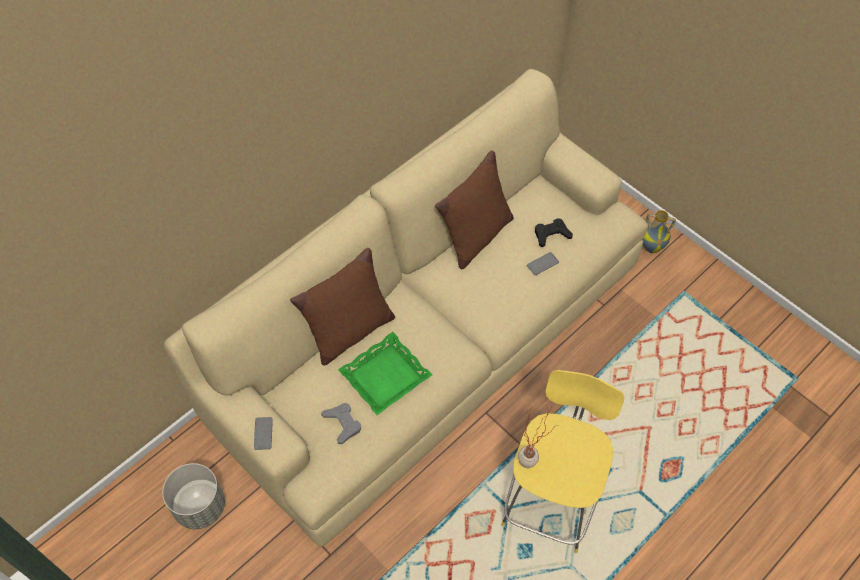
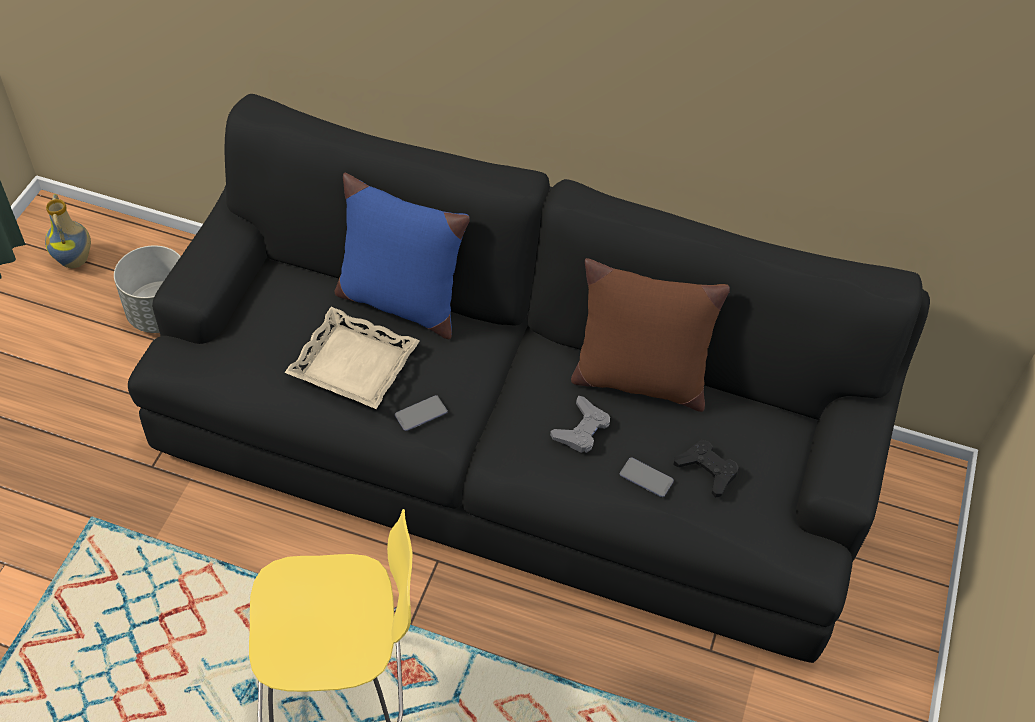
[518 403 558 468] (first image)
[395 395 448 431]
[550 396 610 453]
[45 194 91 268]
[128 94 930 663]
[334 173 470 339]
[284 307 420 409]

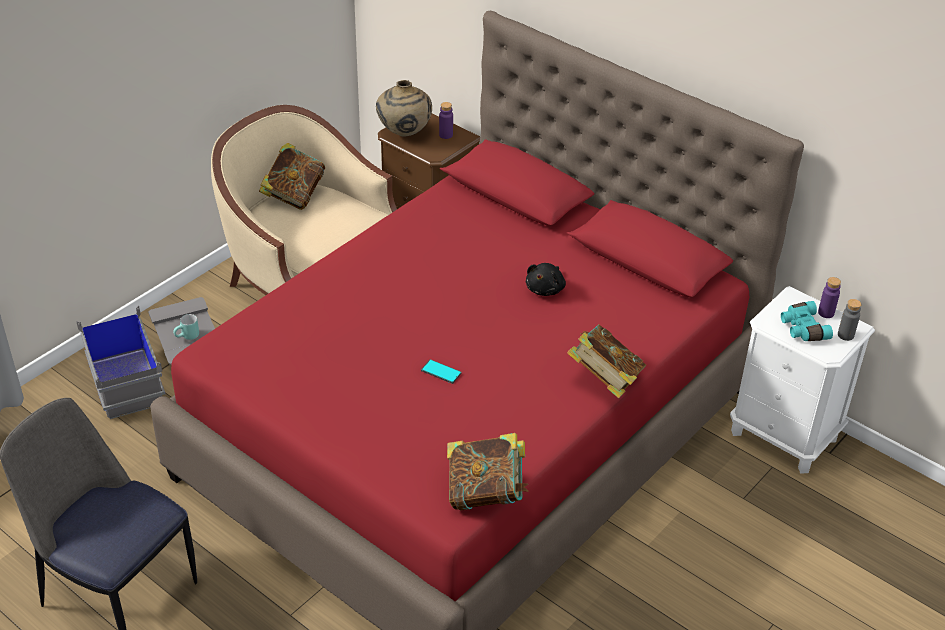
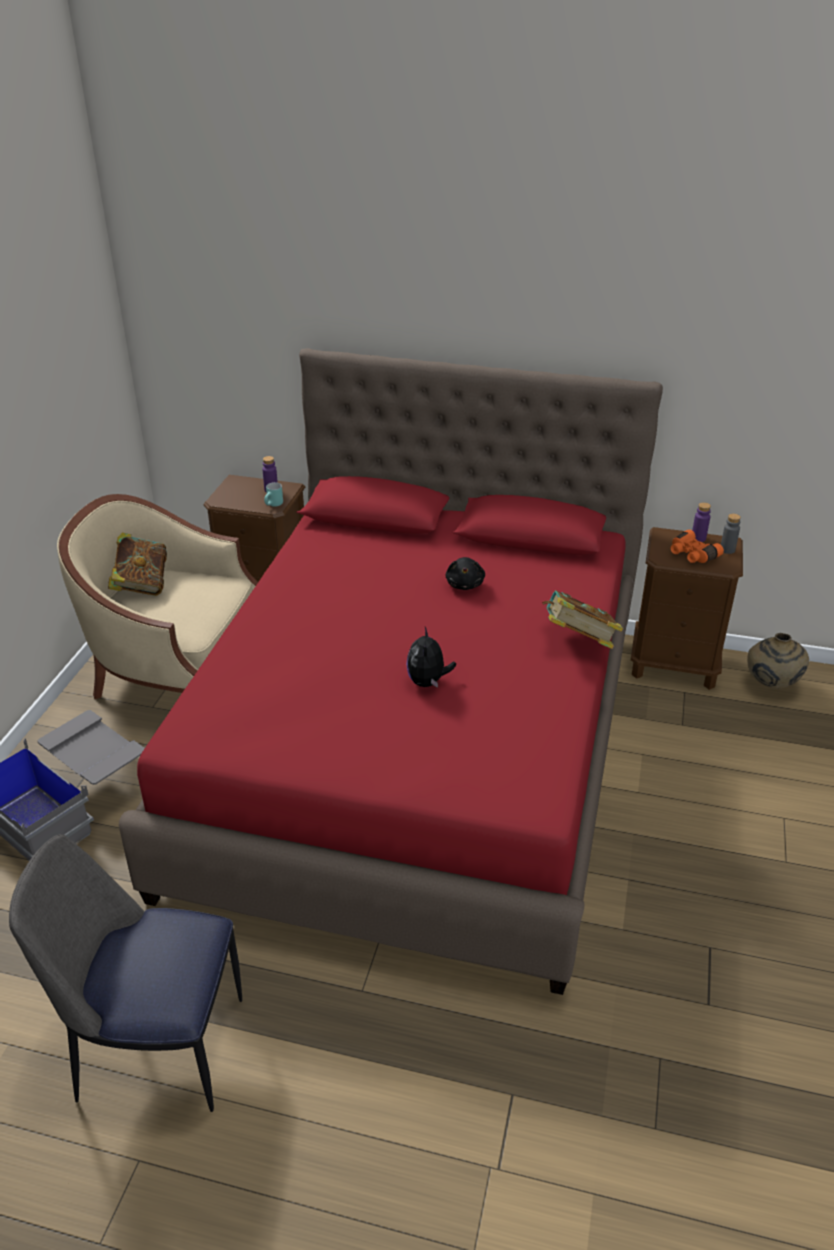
[447 433 529 510] (first image)
[264 482 283 507]
[747 633 809 689]
[406 627 456 688]
[631 527 743 690]
[671 530 724 563]

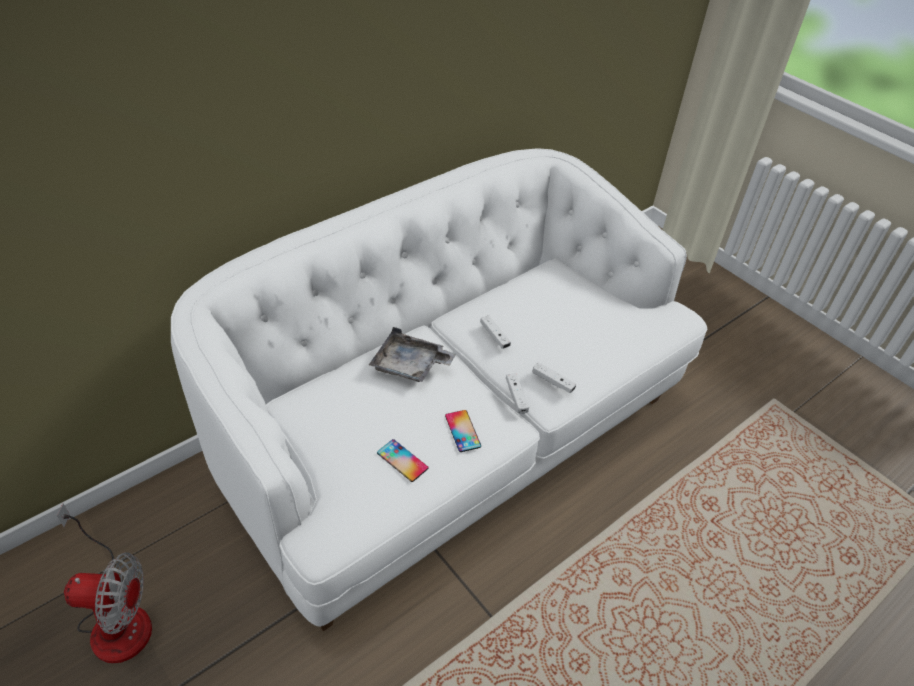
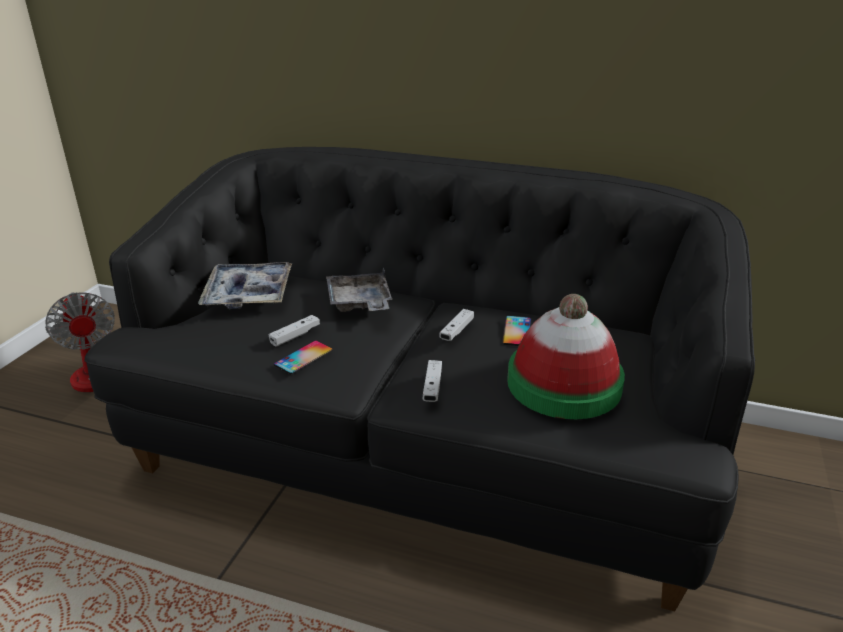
[198 262 292 309]
[507 294 625 419]
[502 316 531 346]
[269 315 320 346]
[85 147 755 611]

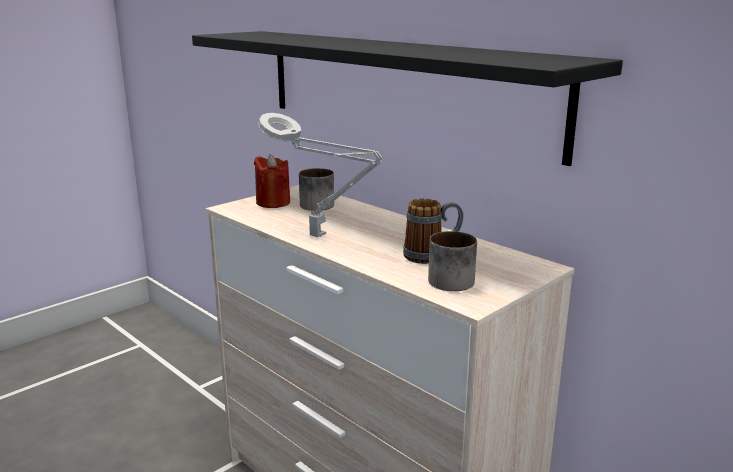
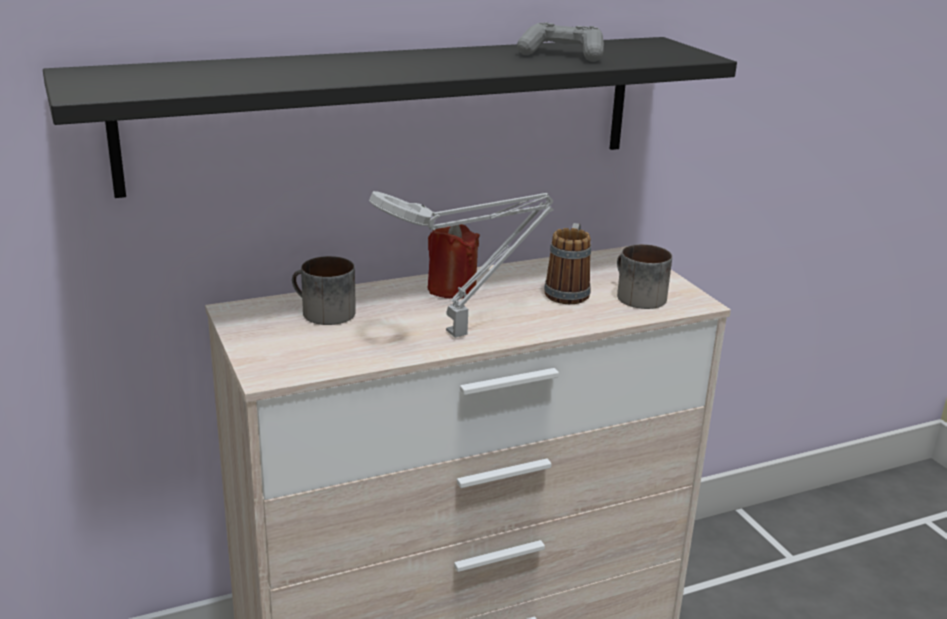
[517 22 604 62]
[427 224 480 299]

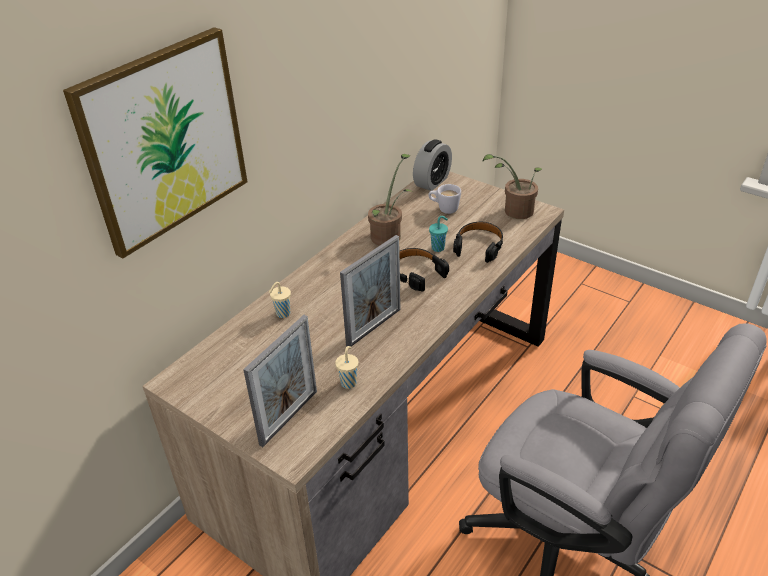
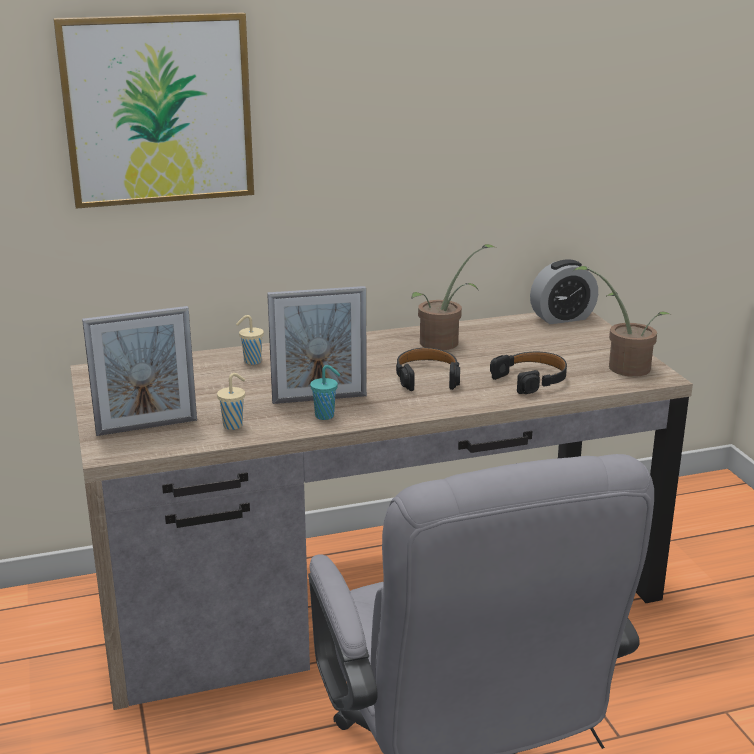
[428 184 461 214] (first image)
[310 365 340 420]

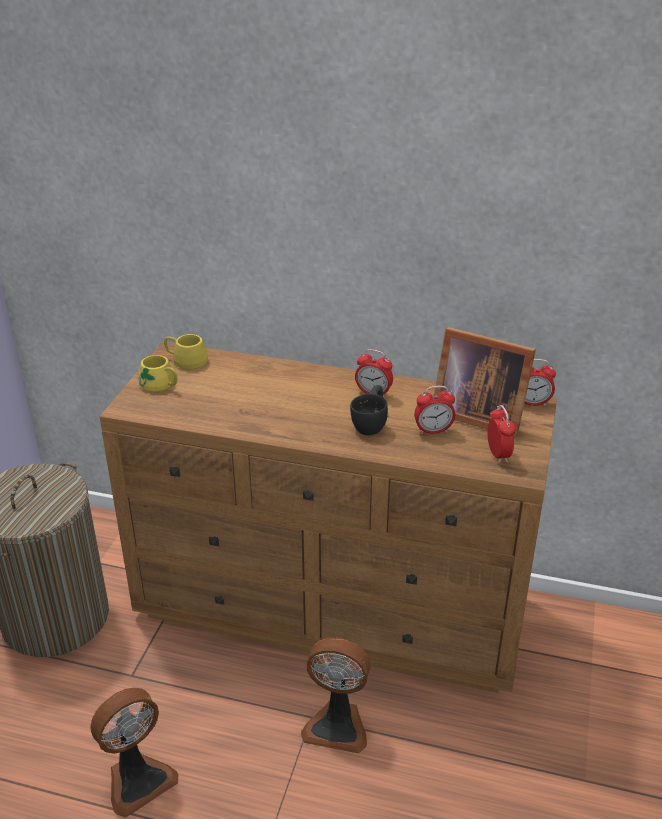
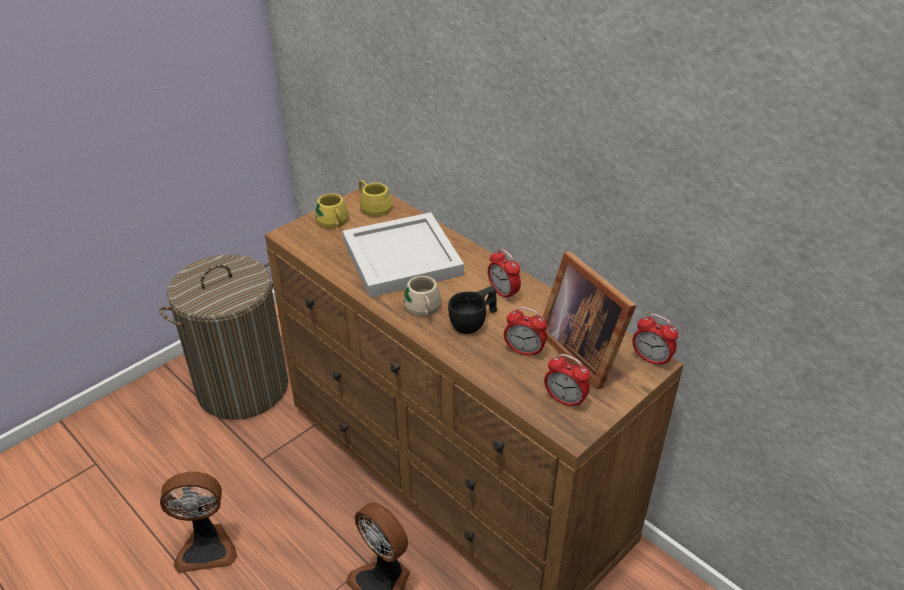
[342 212 464 297]
[399 276 442 319]
[544 354 590 409]

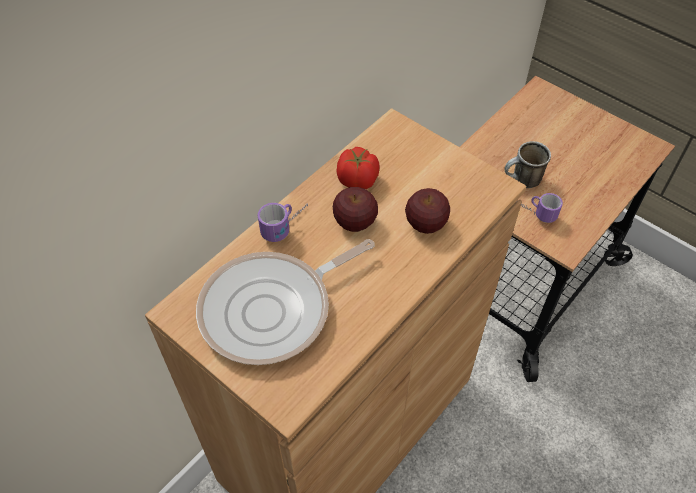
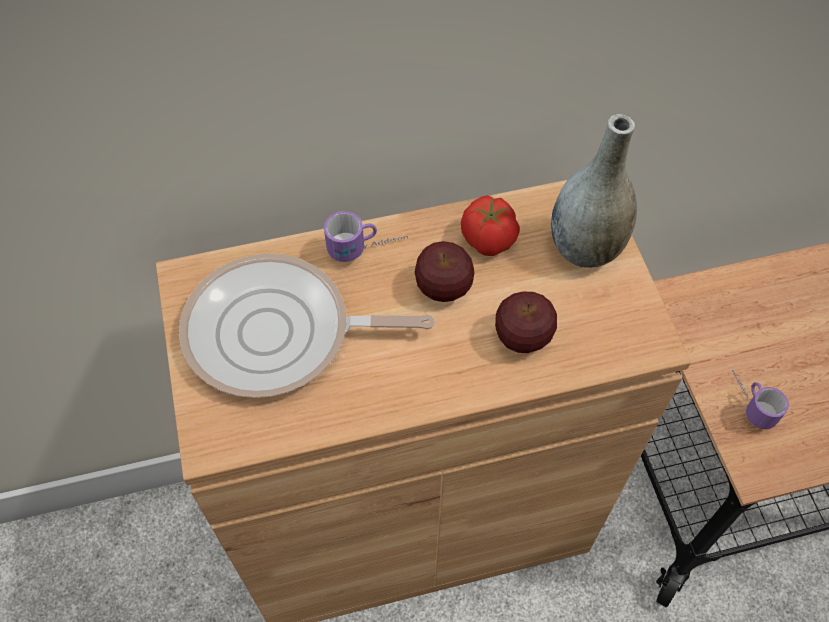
[505 141 551 188] (first image)
[551 114 637 268]

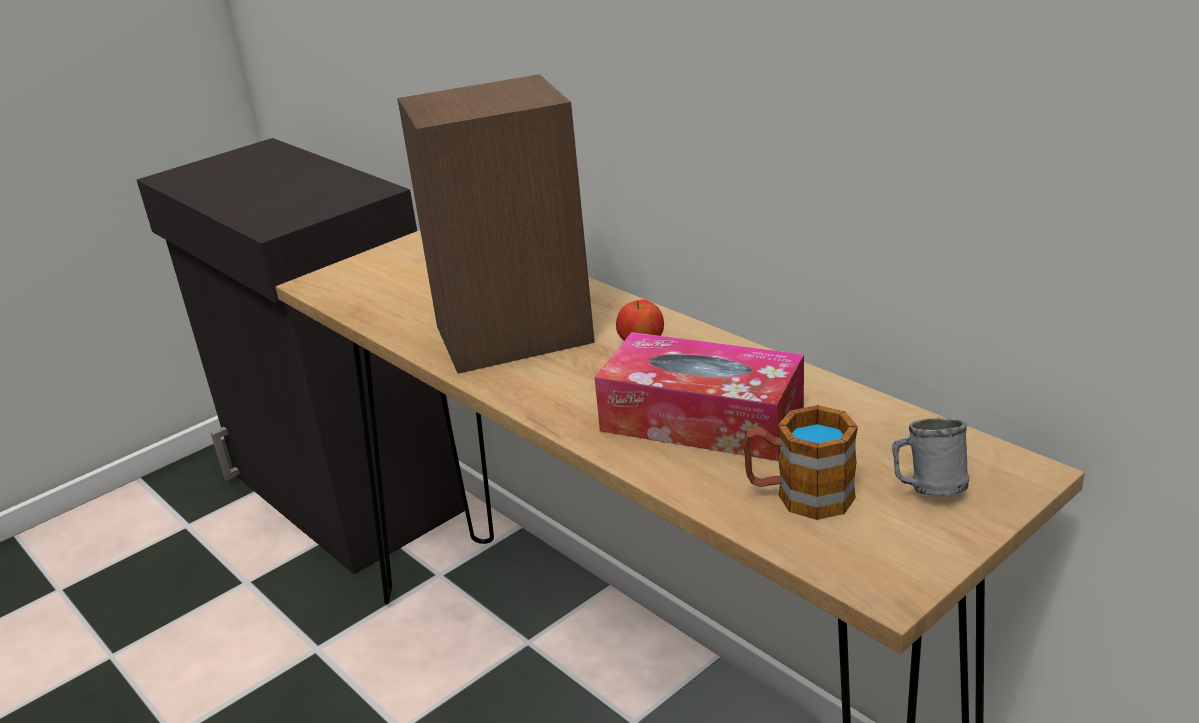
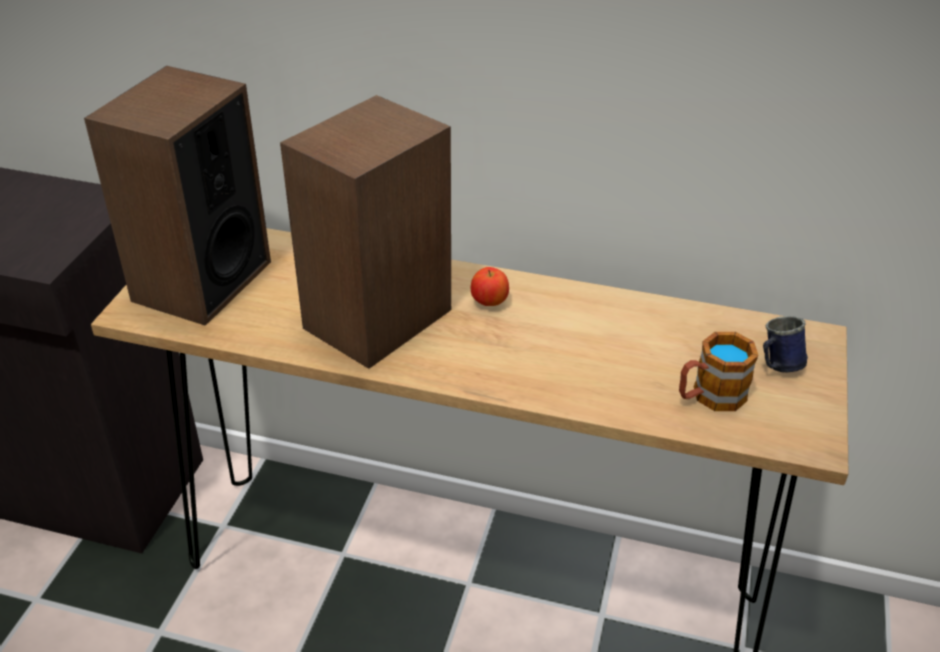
[594 332 804 461] (first image)
[84 66 271 326]
[763 316 808 373]

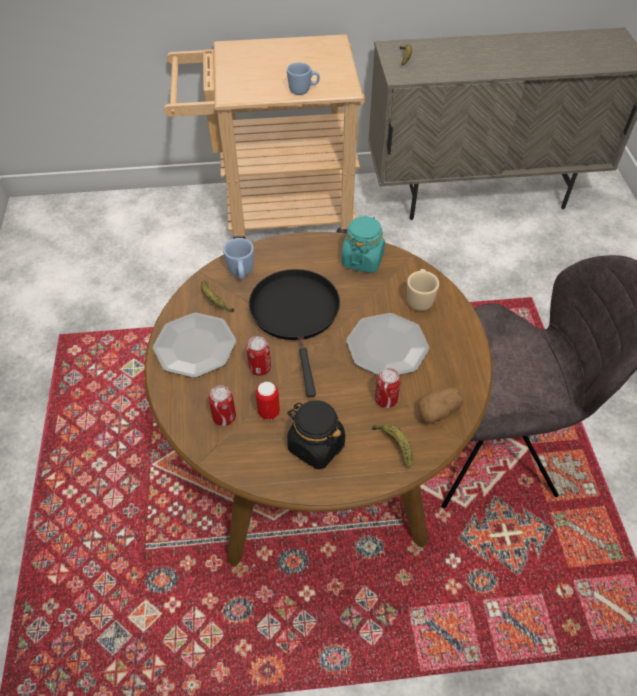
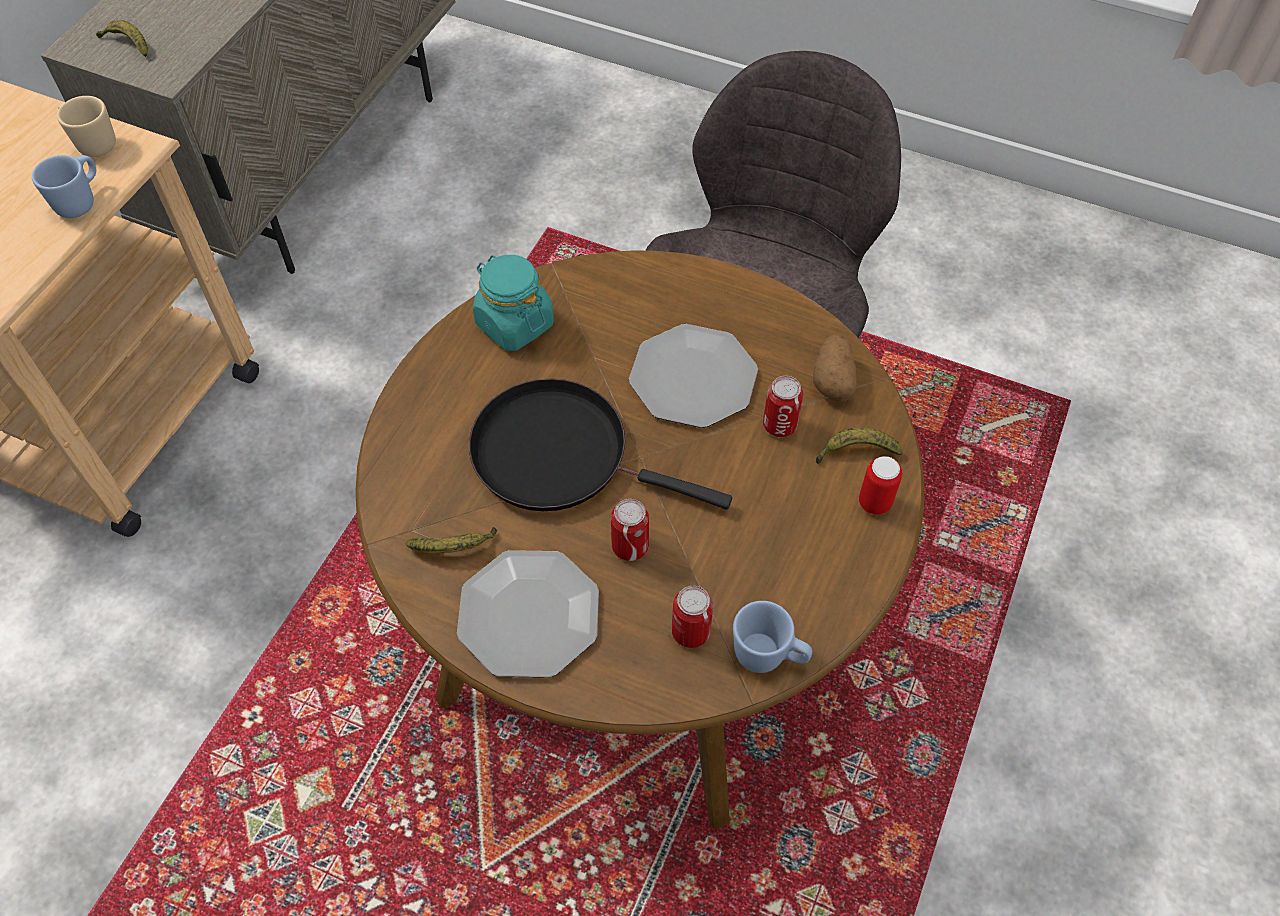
[287 400 345 469] (first image)
[733 601 812 673]
[859 456 902 515]
[57 96 116 157]

